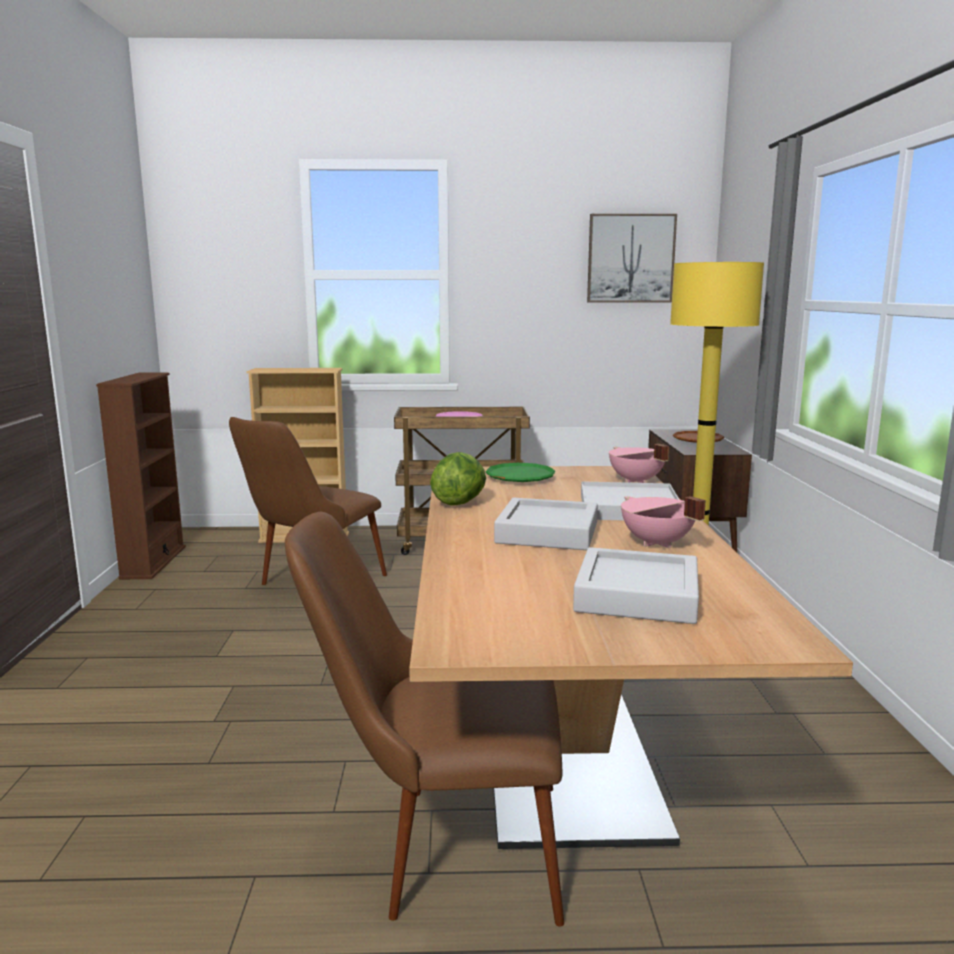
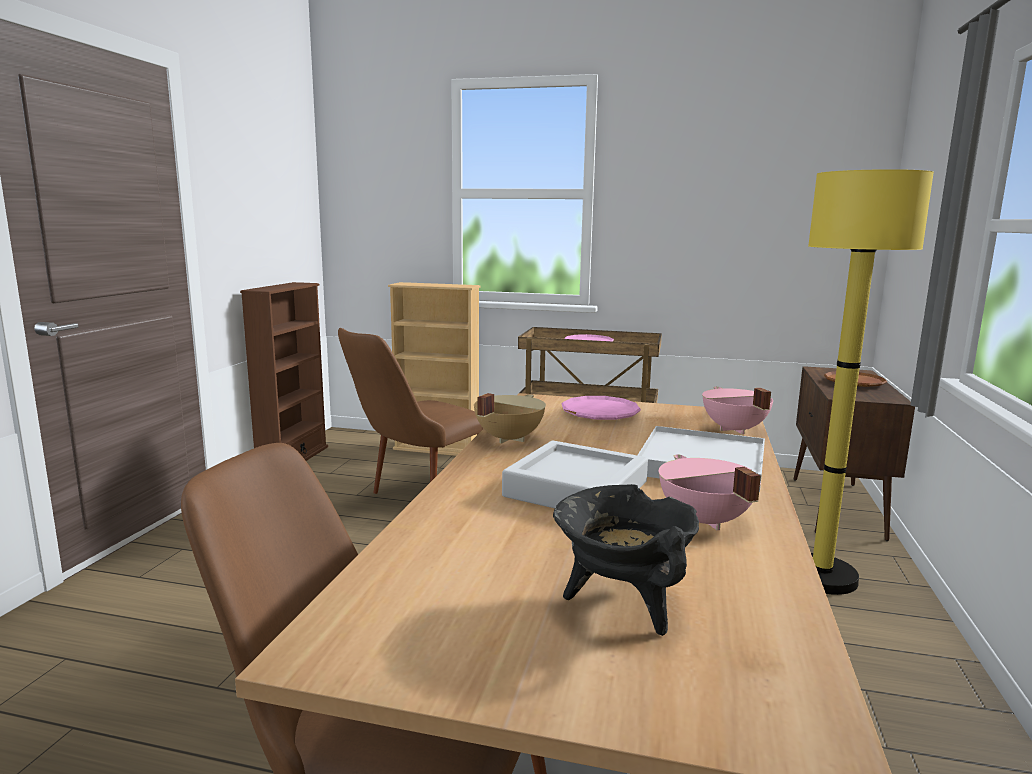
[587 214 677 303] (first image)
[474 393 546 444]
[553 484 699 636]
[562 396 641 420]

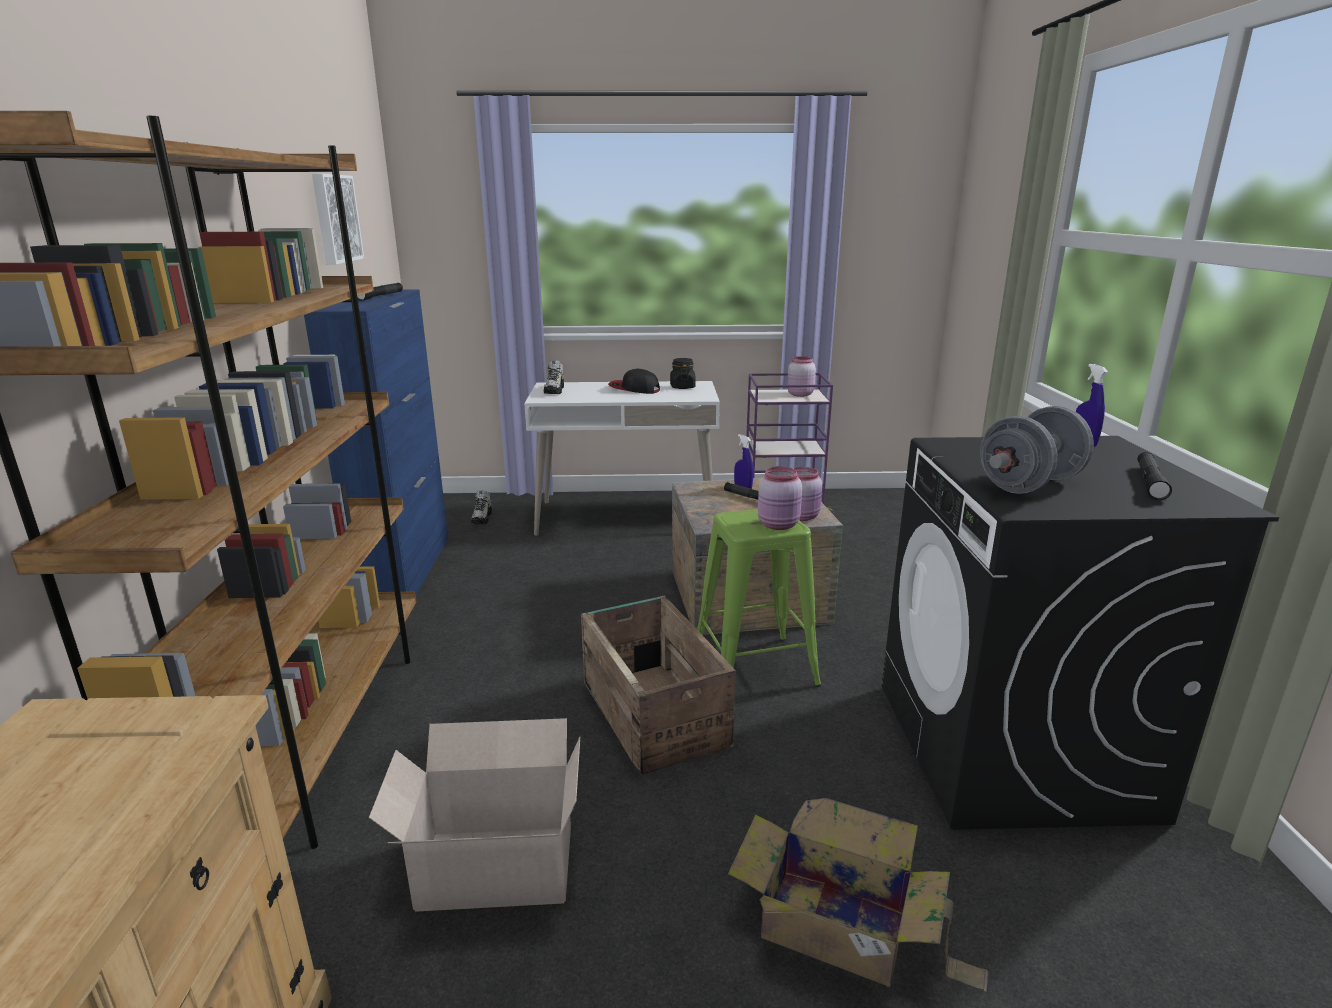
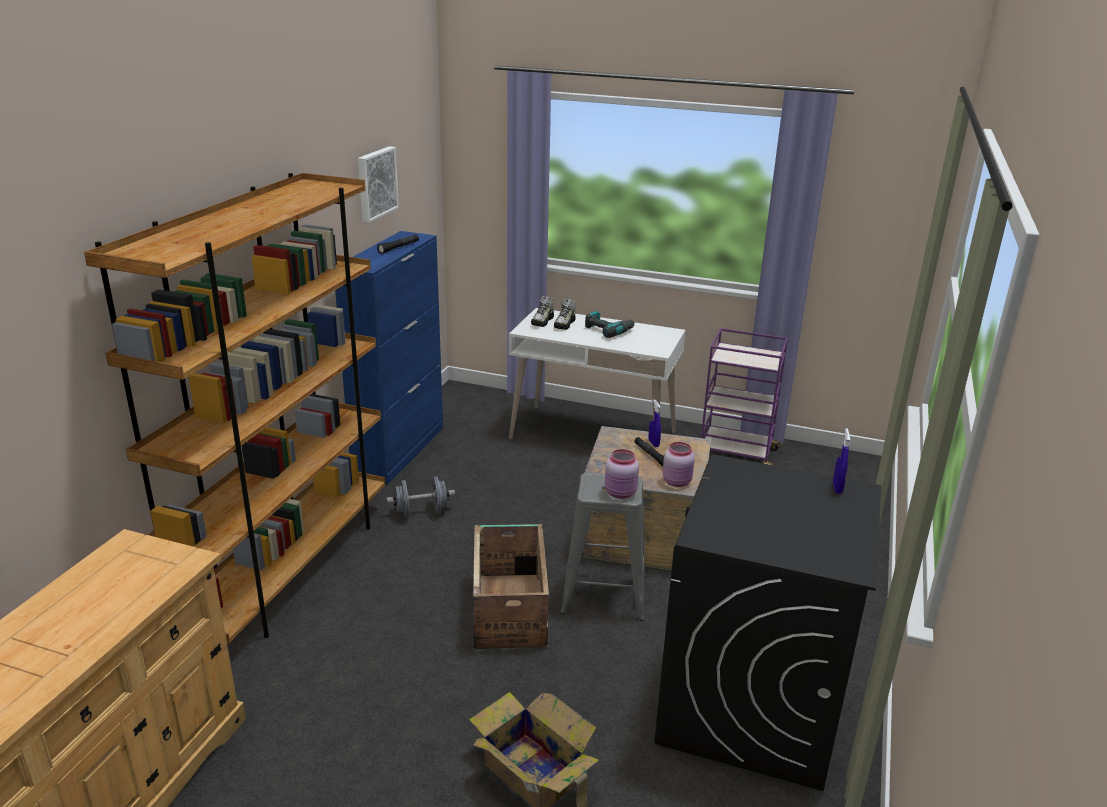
[369 718 580 912] (first image)
[670 358 696 389] (first image)
[787 356 816 397] (first image)
[1138 452 1172 500] (first image)
[554 298 576 330]
[387 477 455 517]
[585 311 636 338]
[560 472 646 621]

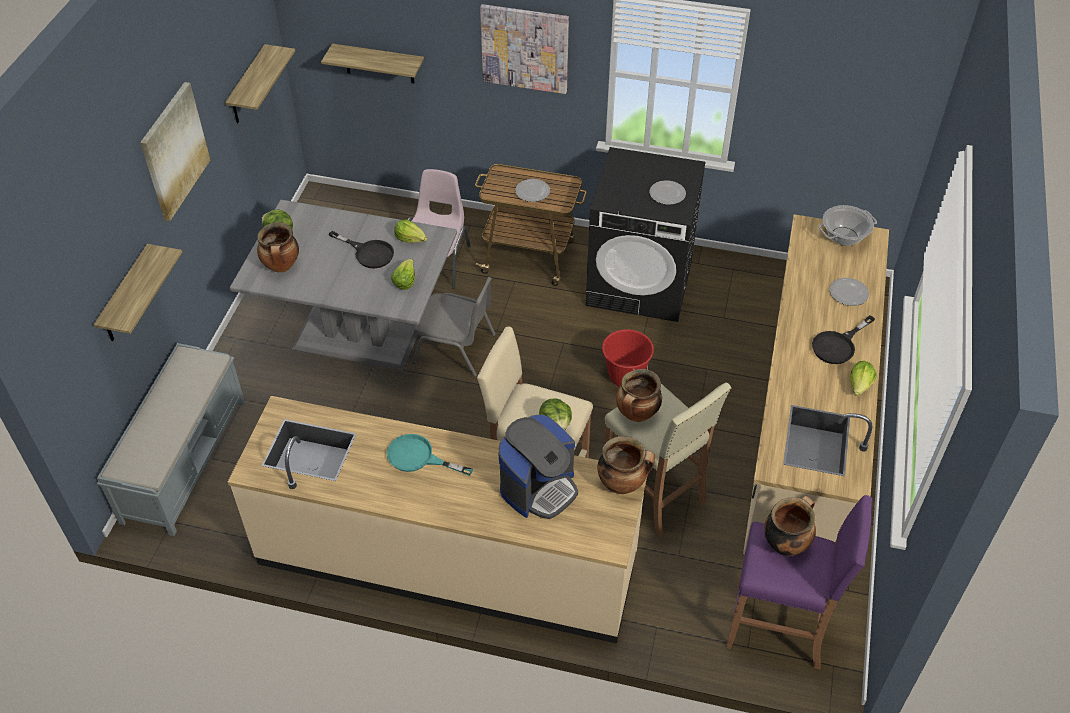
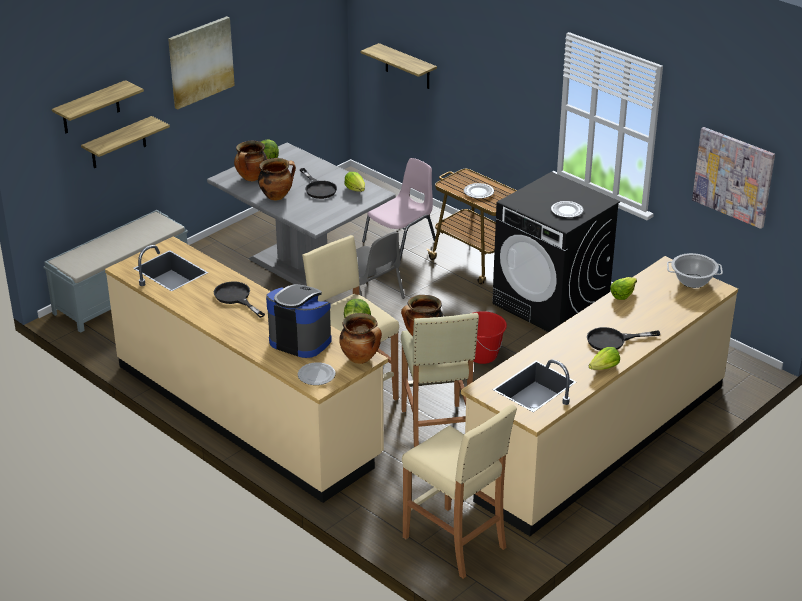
[52 80 144 133]
[610 277 637 300]
[692 127 775 229]
[258 158 296 200]
[298 362 336 385]
[214 281 265 318]
[402 404 517 579]
[266 284 332 358]

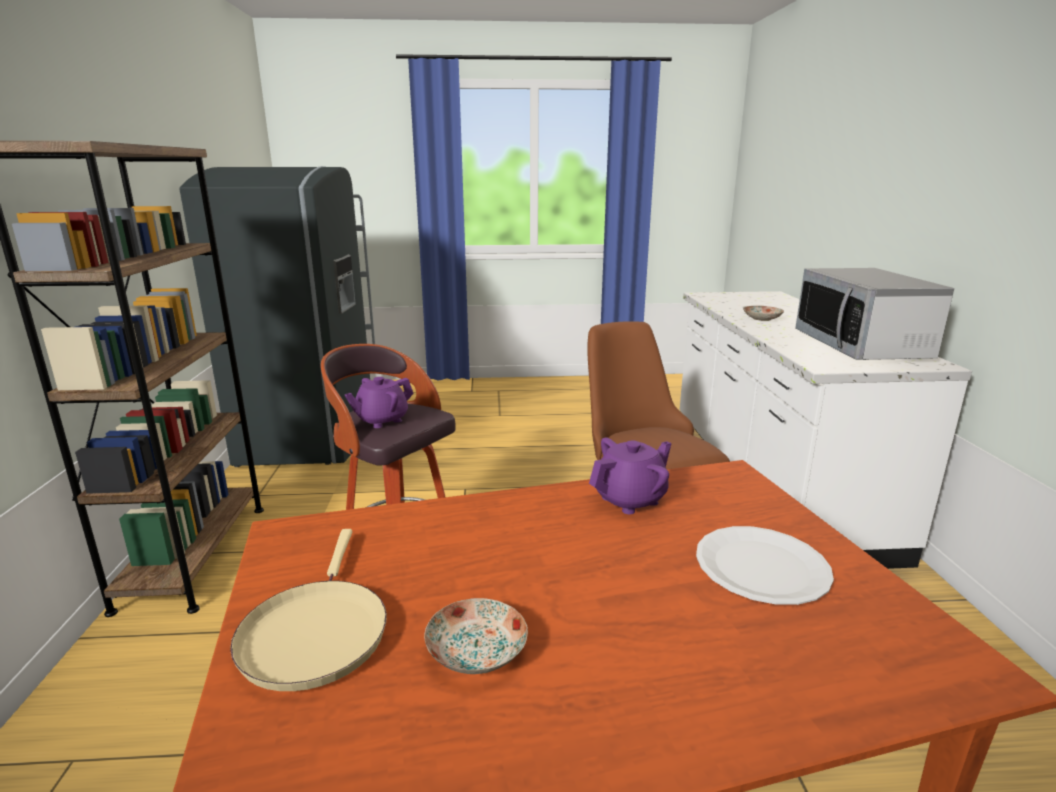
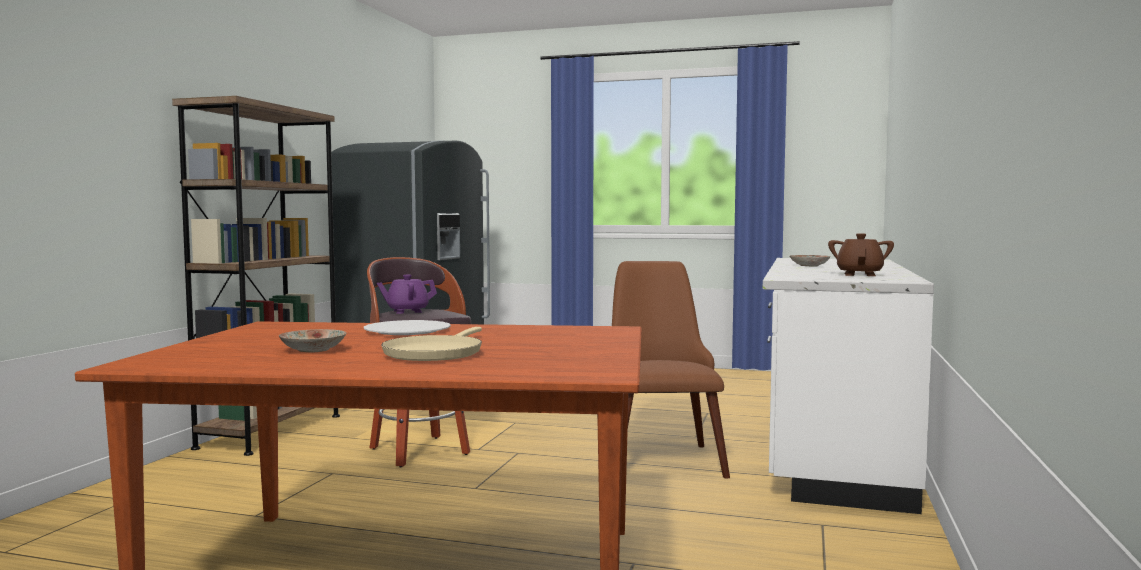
[589 438 671 514] (first image)
[381 327 482 361]
[364 320 451 335]
[828 233 894 276]

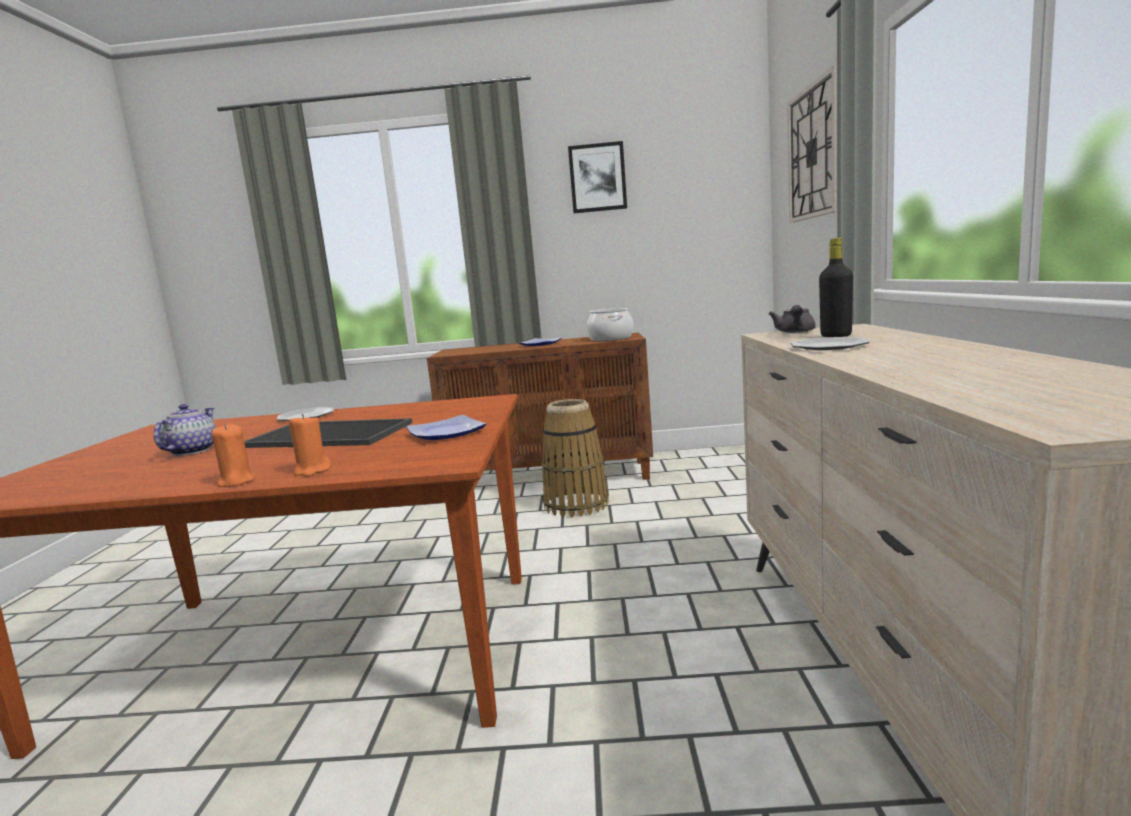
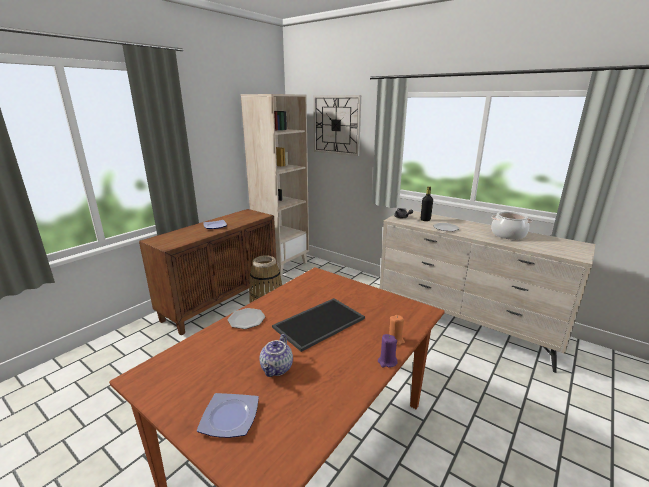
[568 141 627 213] (first image)
[241 94 309 276]
[197 393 259 438]
[491 211 532 240]
[378 334 398 368]
[259 334 293 377]

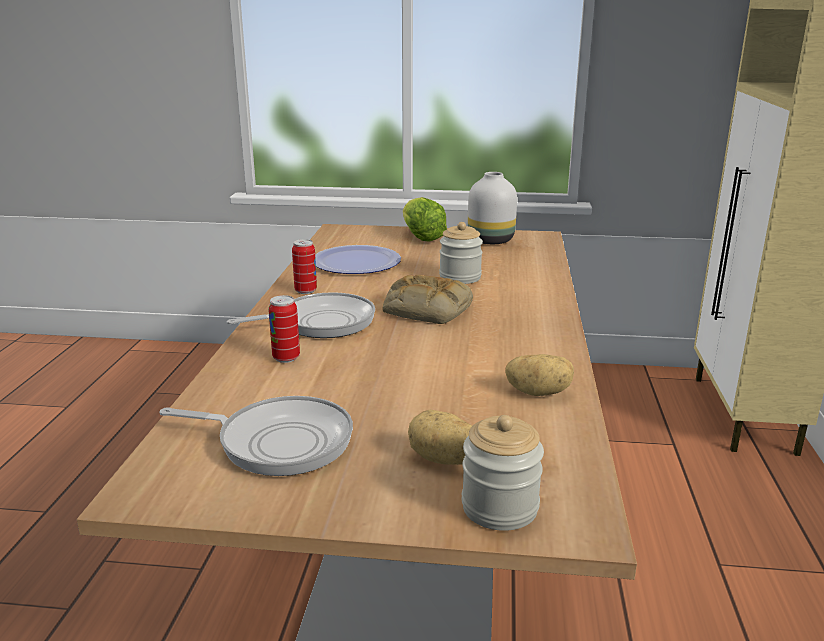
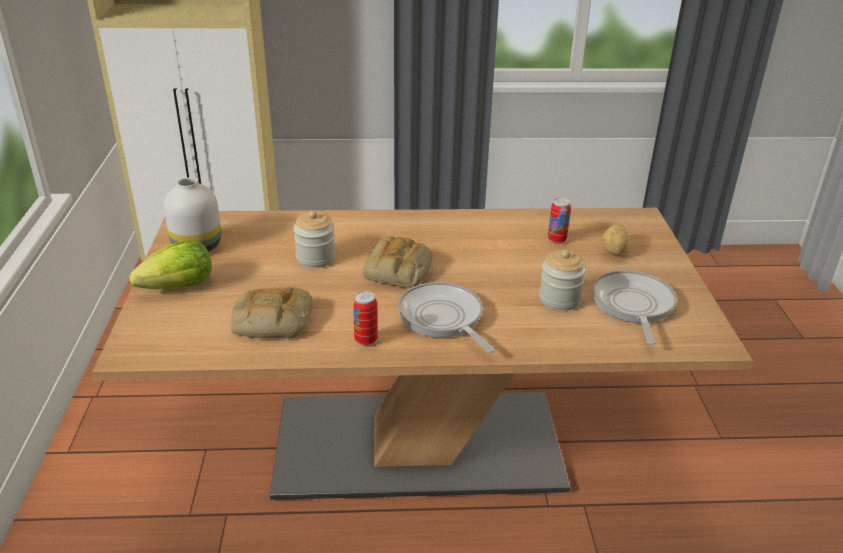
[505 354 574 396] (first image)
[548 198 571 244]
[539 250 586 311]
[231 287 313 339]

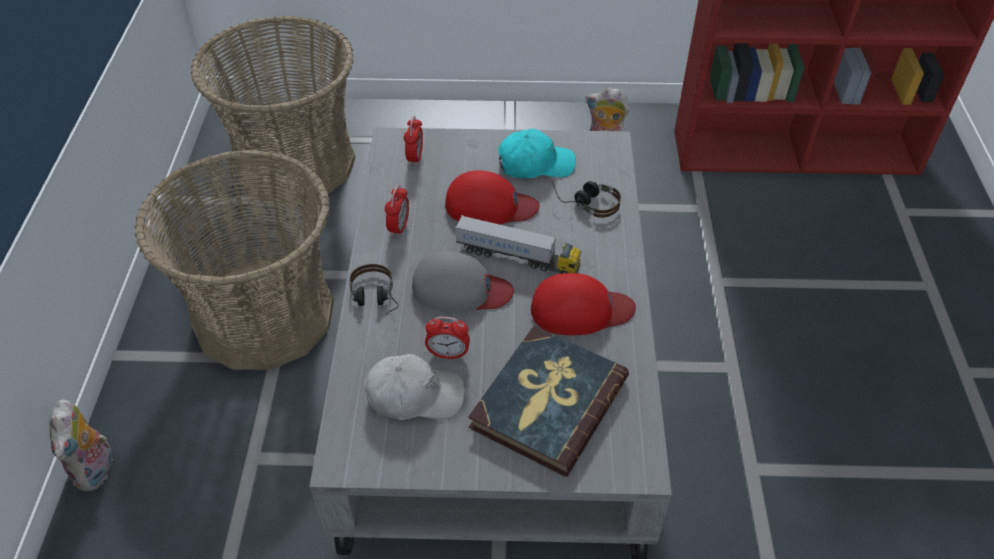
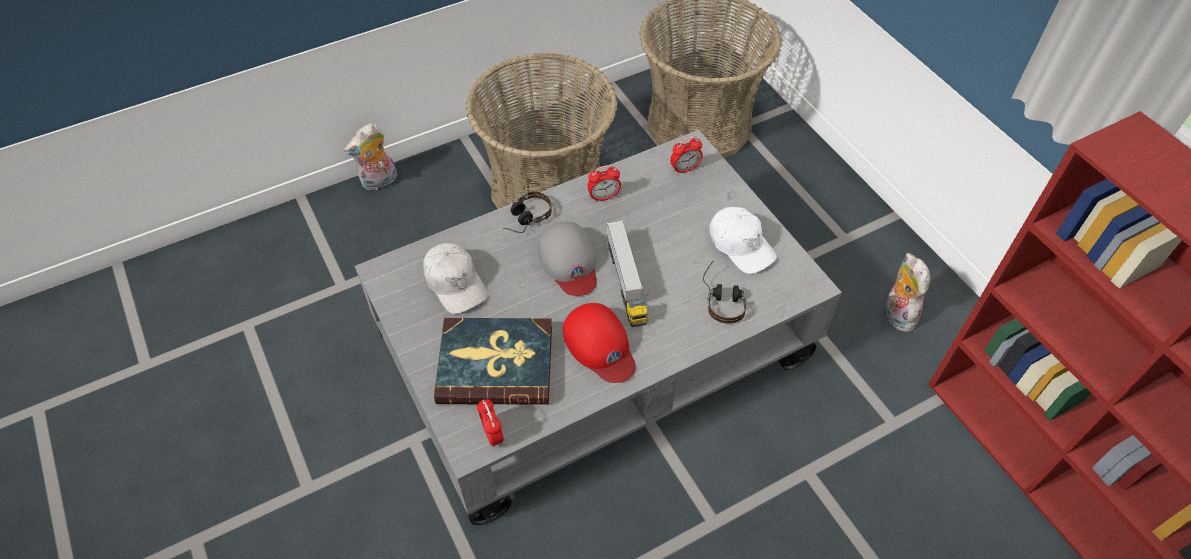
[445 170 540 225] (first image)
[477 399 504 447]
[709 207 777 274]

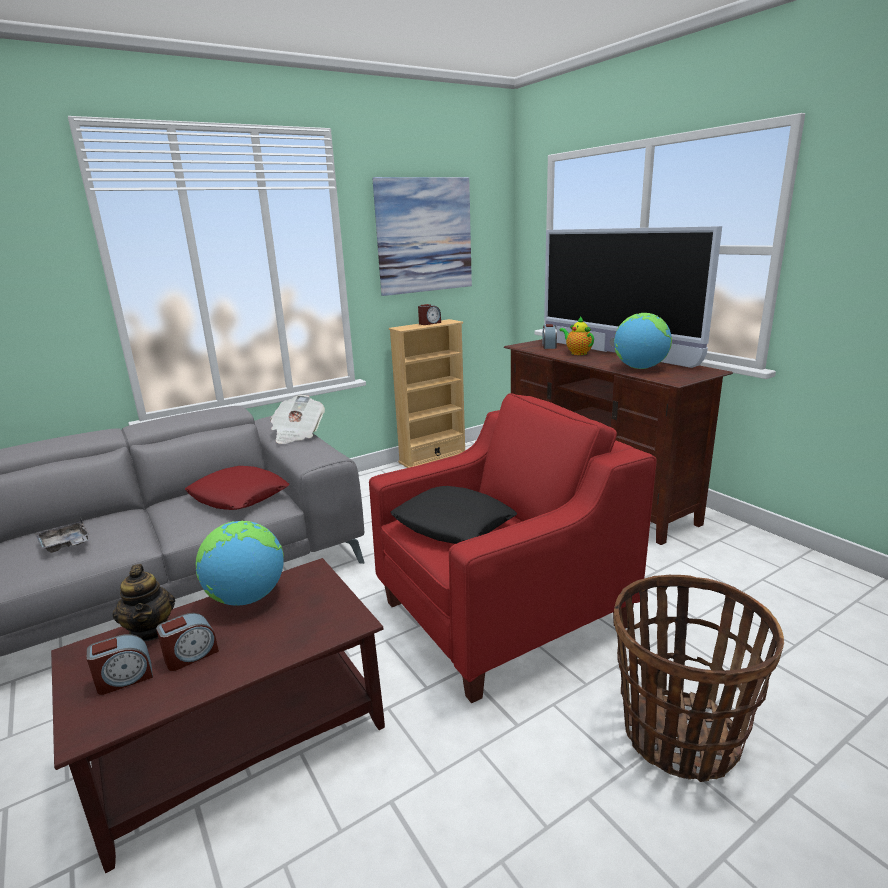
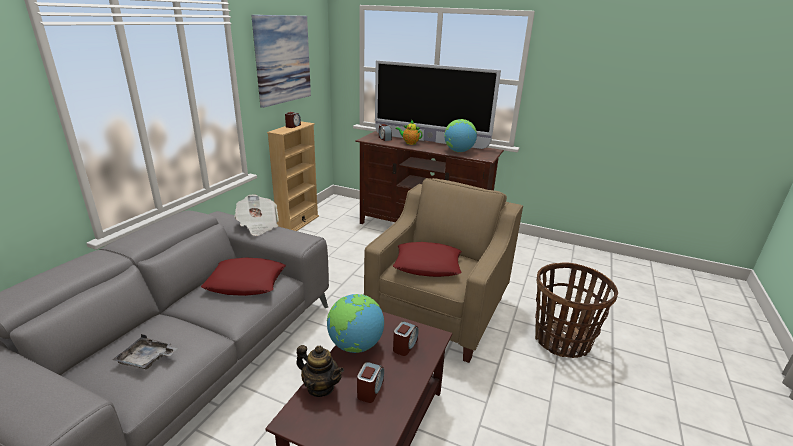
[393 321 419 356]
[364 178 523 363]
[393 242 462 277]

